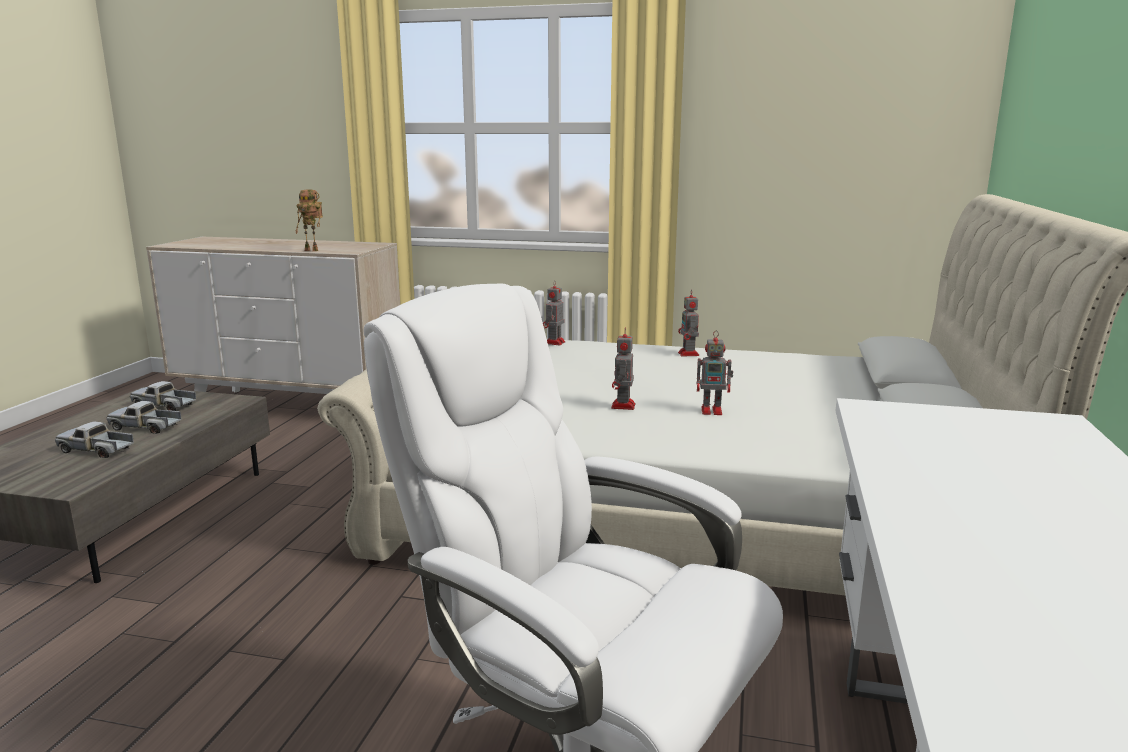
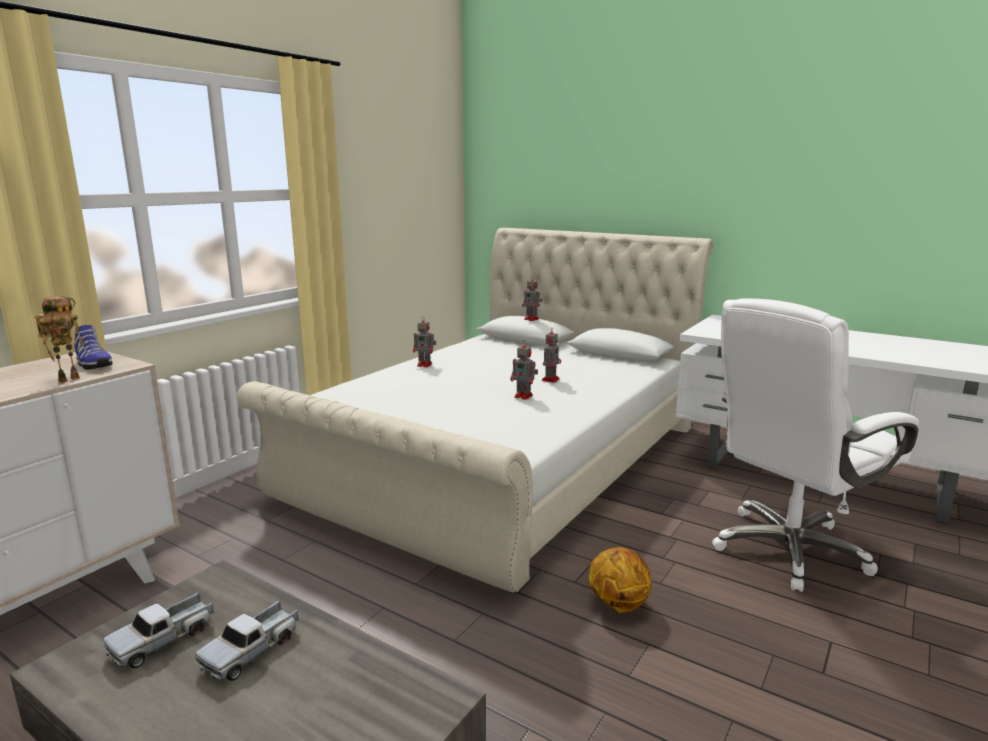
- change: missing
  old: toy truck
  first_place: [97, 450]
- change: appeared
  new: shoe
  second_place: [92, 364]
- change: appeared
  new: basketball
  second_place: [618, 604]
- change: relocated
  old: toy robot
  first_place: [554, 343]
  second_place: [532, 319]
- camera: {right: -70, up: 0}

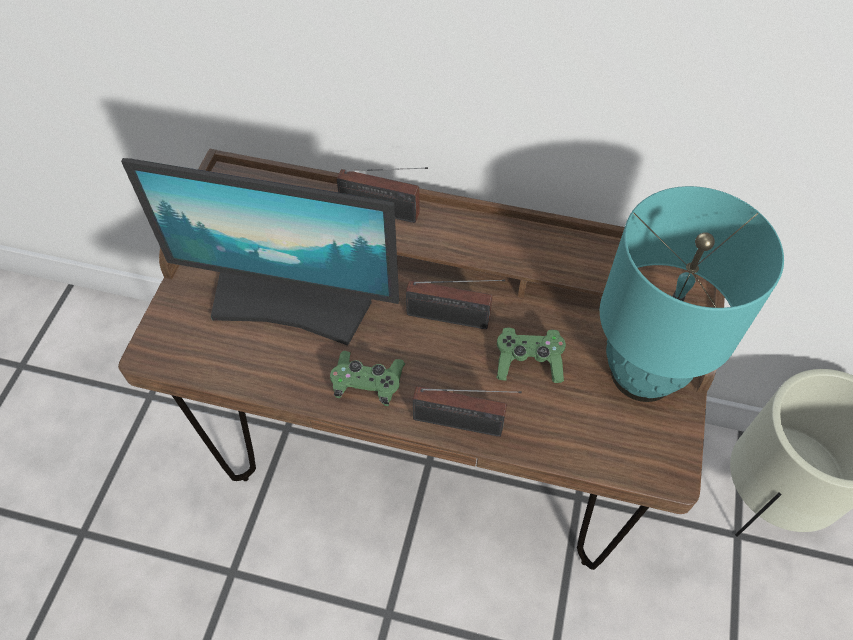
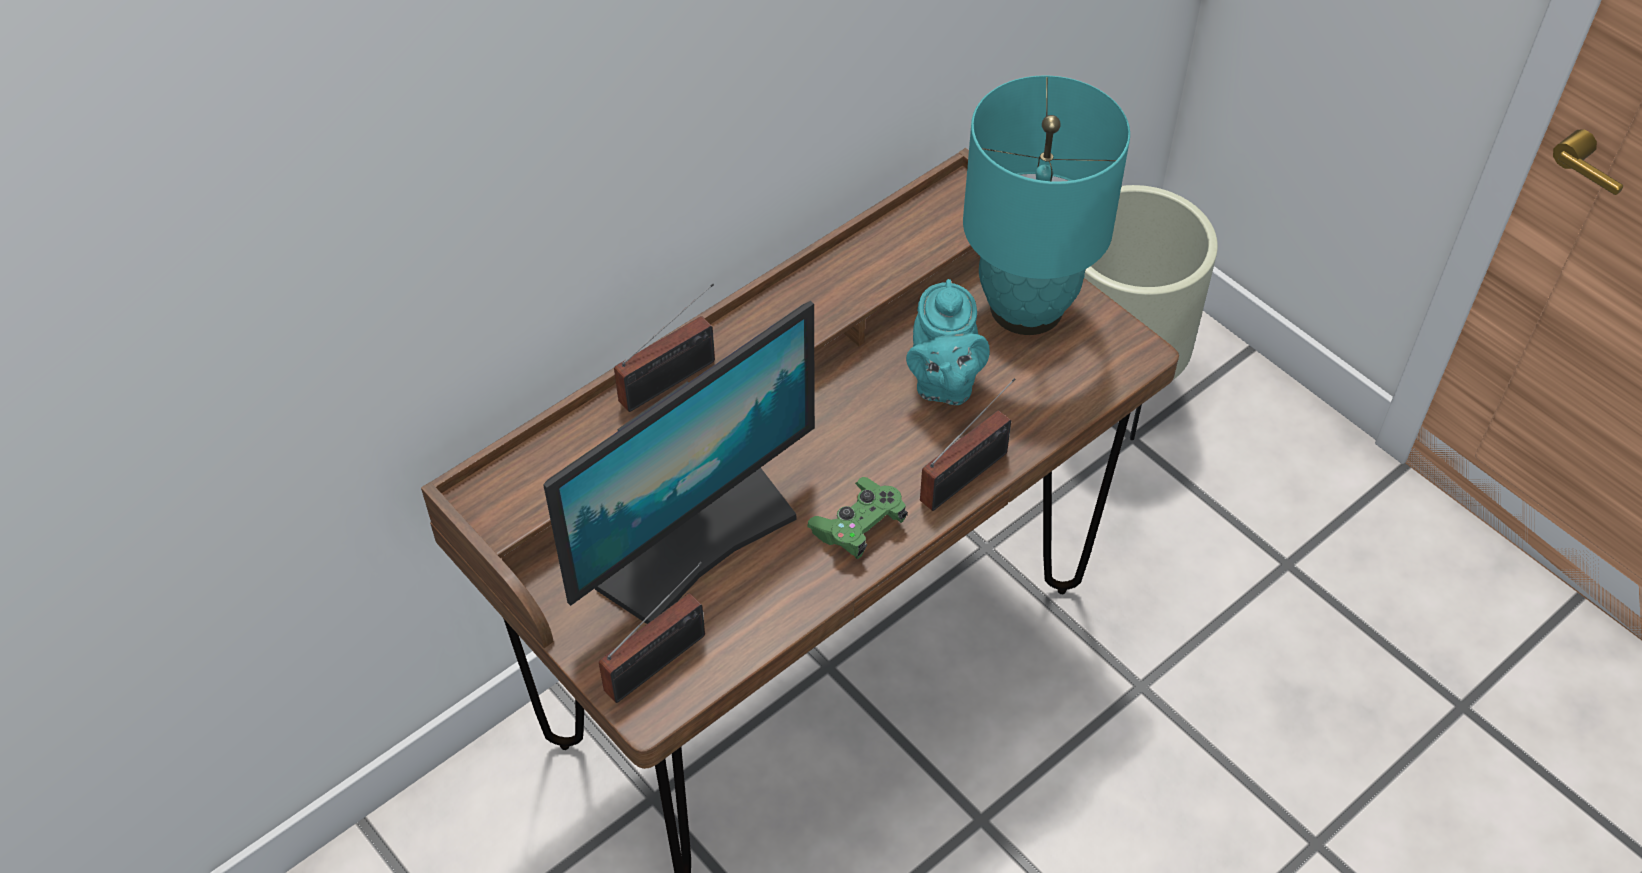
- change: relocated
  old: radio
  first_place: [452, 318]
  second_place: [661, 660]
- change: exchanged
  old: green game controller
  new: turquoise teapot
  first_place: [528, 362]
  second_place: [943, 383]
- camera: {right: -55, up: -5}

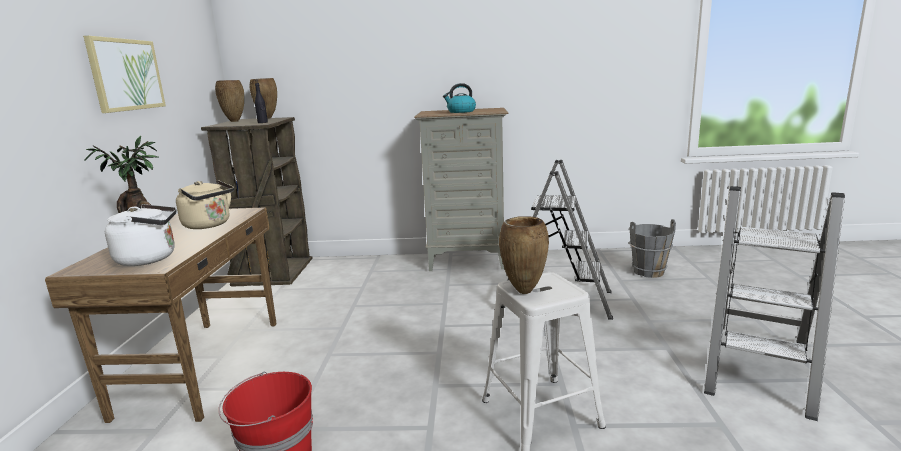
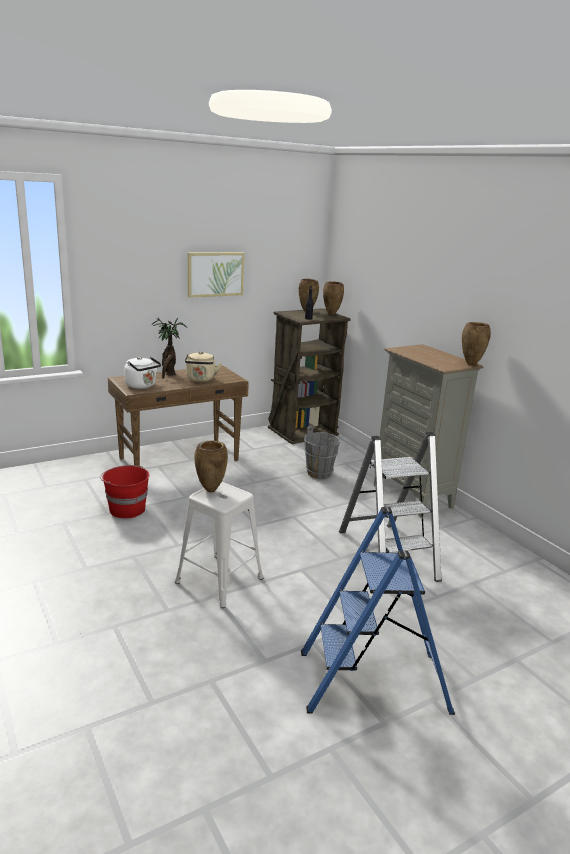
- change: missing
  old: kettle
  first_place: [461, 112]
- change: appeared
  new: brown vase
  second_place: [470, 364]
- change: relocated
  old: grey bucket
  first_place: [648, 272]
  second_place: [319, 473]
- change: colour
  old: grey step ladder
  new: blue step ladder
  first_place: [759, 364]
  second_place: [375, 680]
- camera: {right: 55, up: 5}

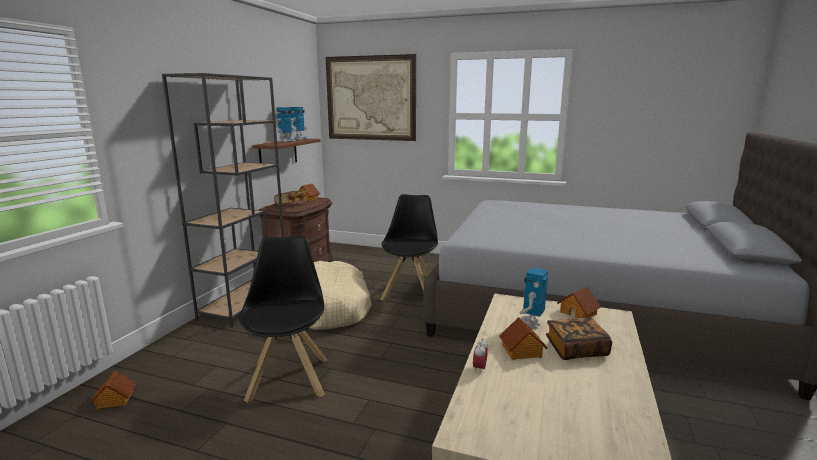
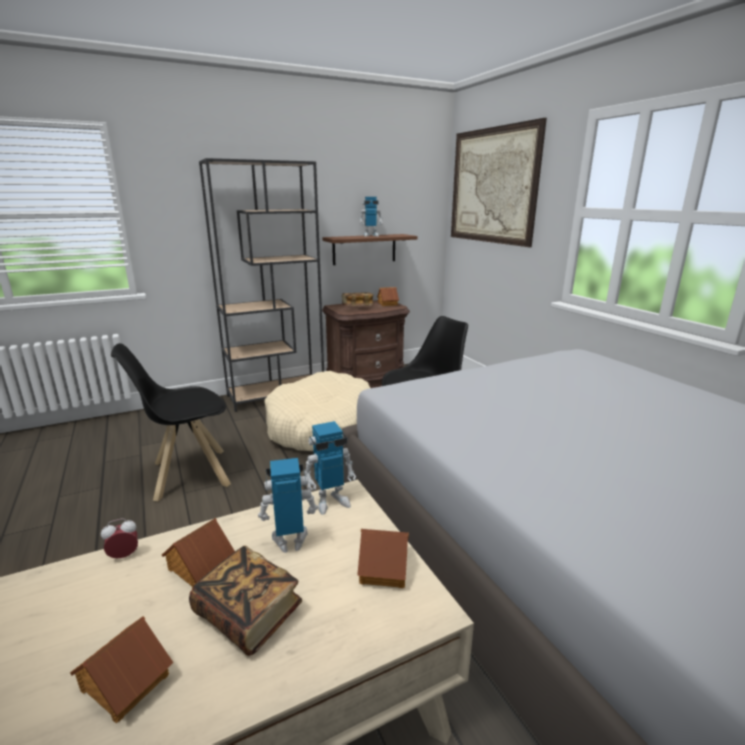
- change: relocated
  old: toy house
  first_place: [114, 400]
  second_place: [124, 683]
- change: relocated
  old: toy robot
  first_place: [300, 139]
  second_place: [331, 501]
- change: spun
  old: black chair
  first_place: [289, 377]
  second_place: [188, 474]
  degrees: -150
- camera: {right: 45, up: 5}

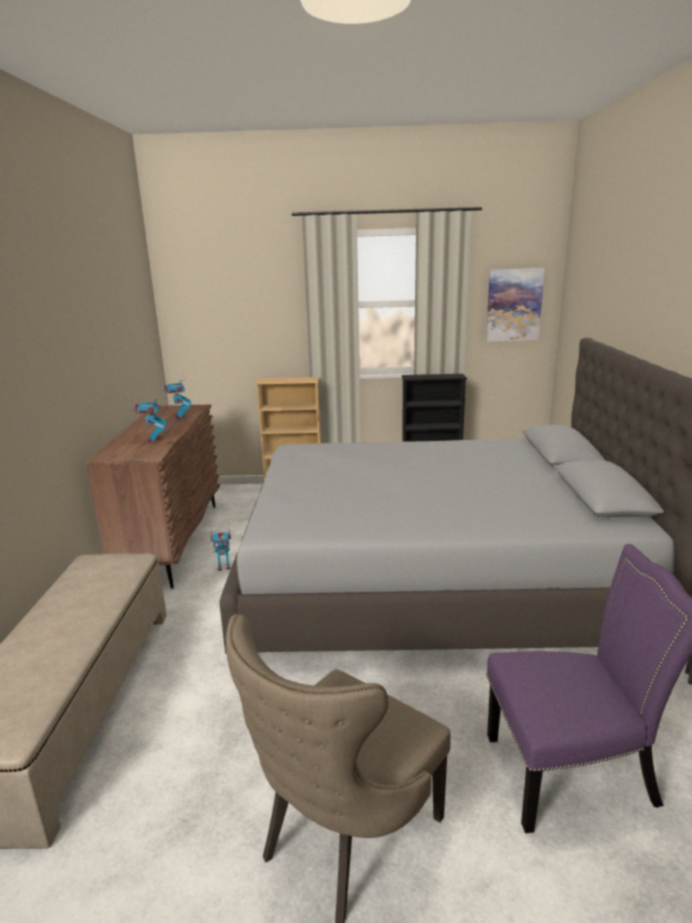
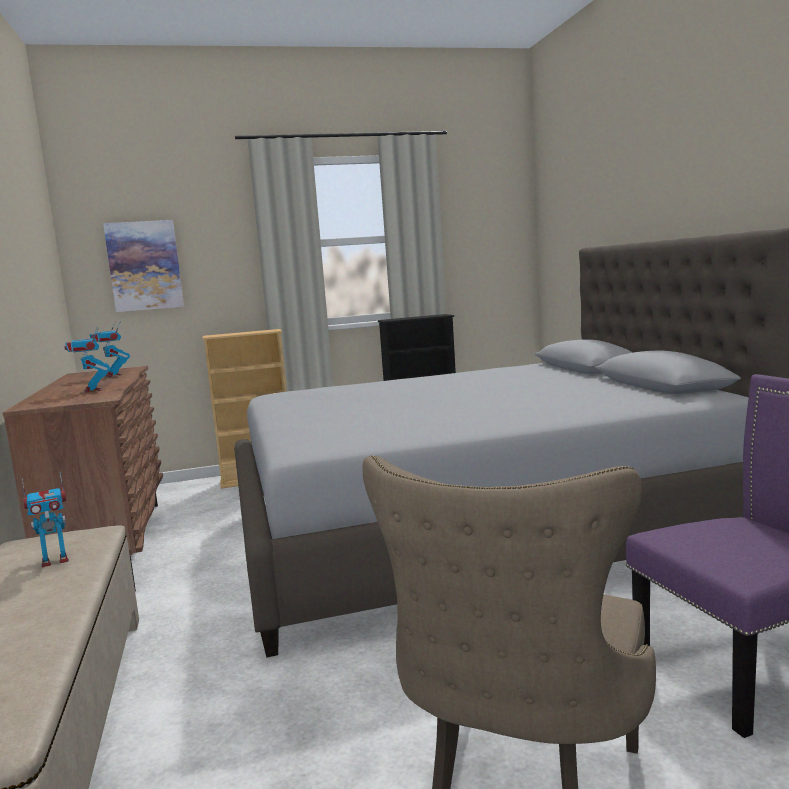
- change: relocated
  old: toy robot
  first_place: [224, 567]
  second_place: [55, 560]
- change: relocated
  old: picture
  first_place: [514, 305]
  second_place: [144, 266]
- camera: {right: -15, up: -10}

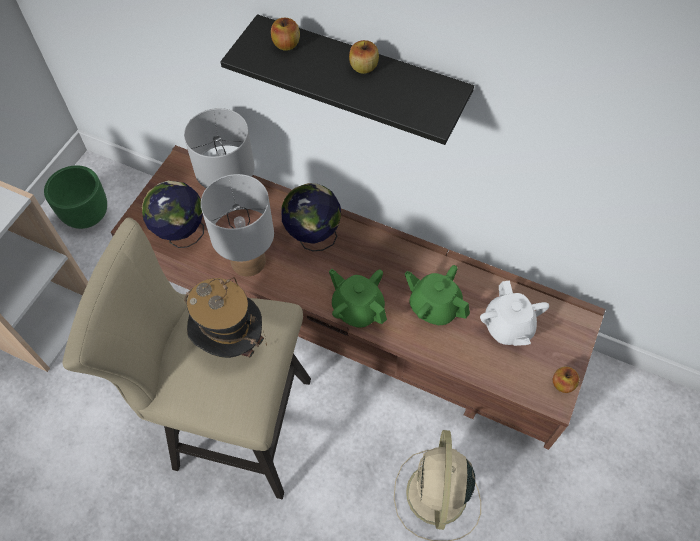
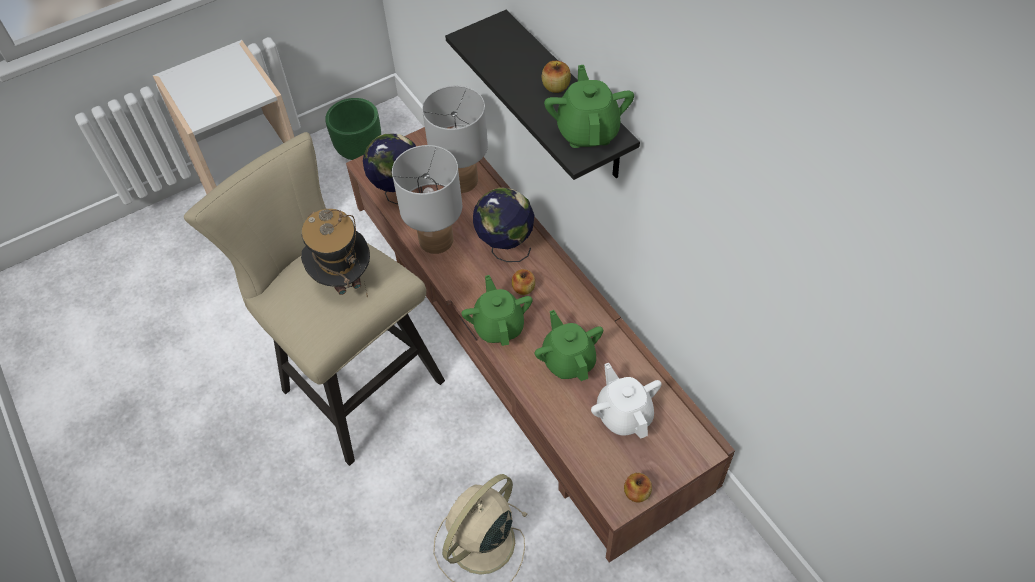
- change: appeared
  new: green teapot
  second_place: [588, 131]
- change: relocated
  old: apple
  first_place: [286, 44]
  second_place: [523, 288]
- change: spun
  old: white teapot
  first_place: [507, 327]
  second_place: [624, 414]
  degrees: 135
- camera: {right: 35, up: -5}

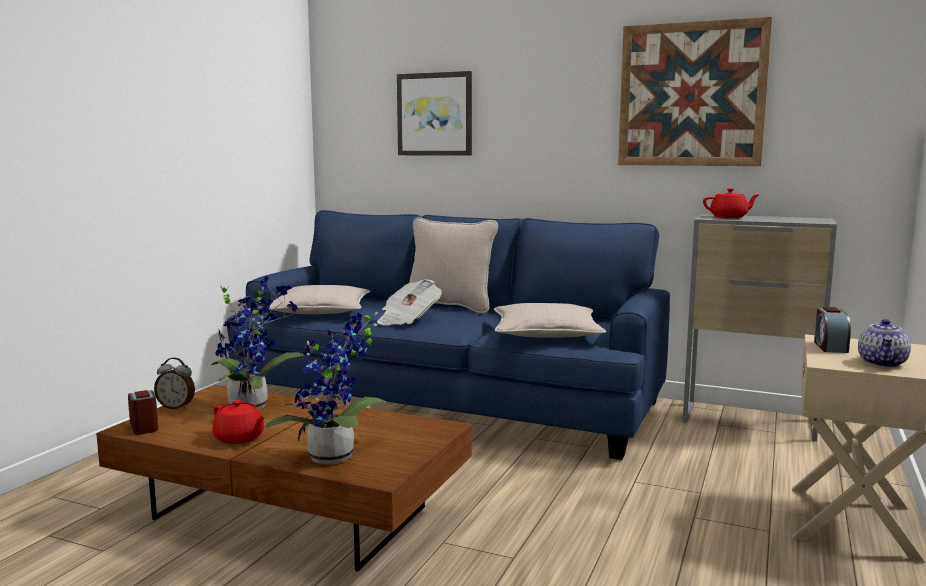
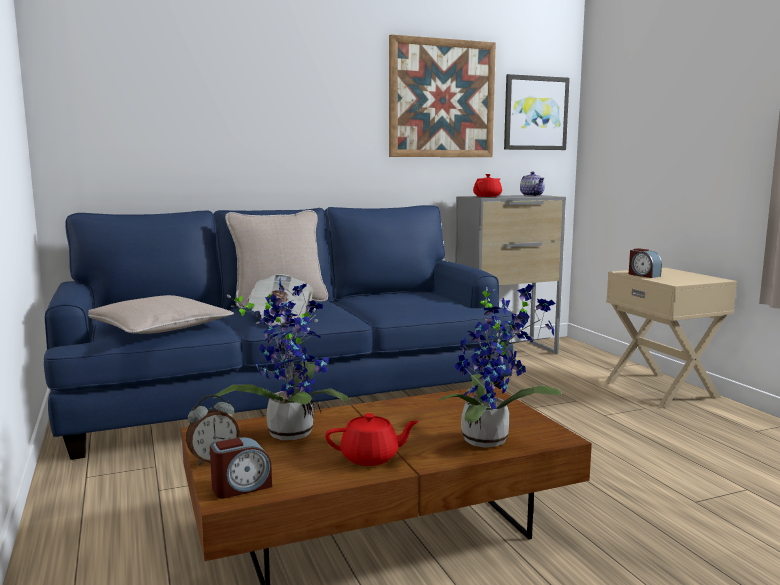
- change: missing
  old: beige pillow
  first_place: [546, 332]
- change: relocated
  old: picture
  first_place: [435, 114]
  second_place: [535, 113]
- change: relocated
  old: teapot
  first_place: [883, 363]
  second_place: [532, 195]
- change: spun
  old: alarm clock
  first_place: [144, 426]
  second_place: [241, 487]
  degrees: 135
- camera: {right: -45, up: 0}

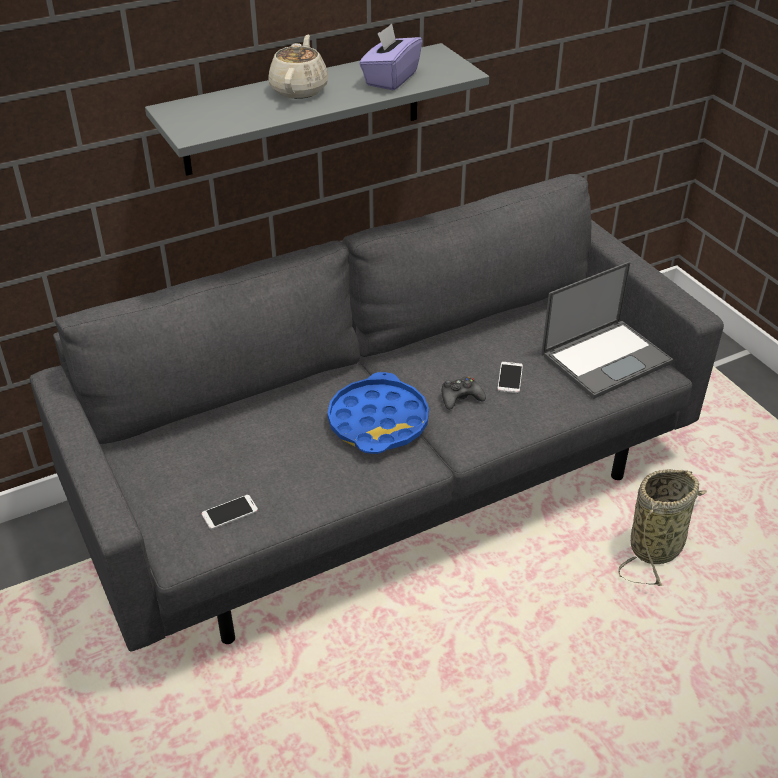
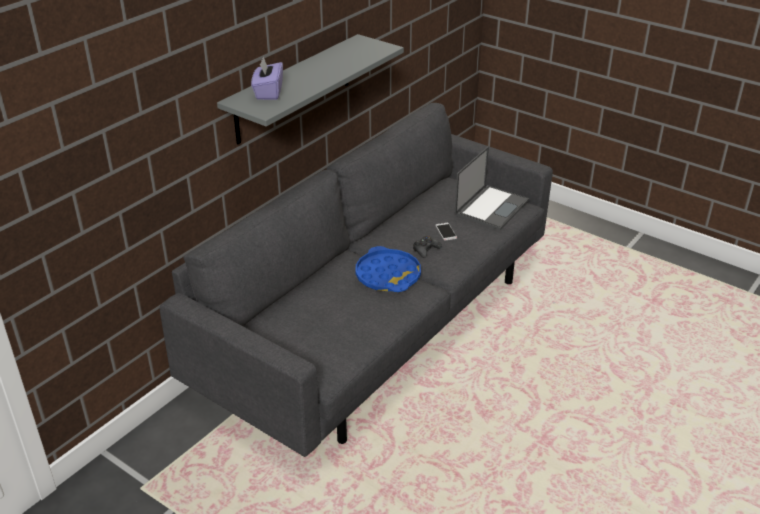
- change: missing
  old: phone
  first_place: [229, 512]
- change: missing
  old: beige teapot
  first_place: [299, 89]
- change: missing
  old: basket
  first_place: [657, 545]
- change: relocated
  old: purple tissue box
  first_place: [390, 79]
  second_place: [268, 92]
- camera: {right: -25, up: -5}

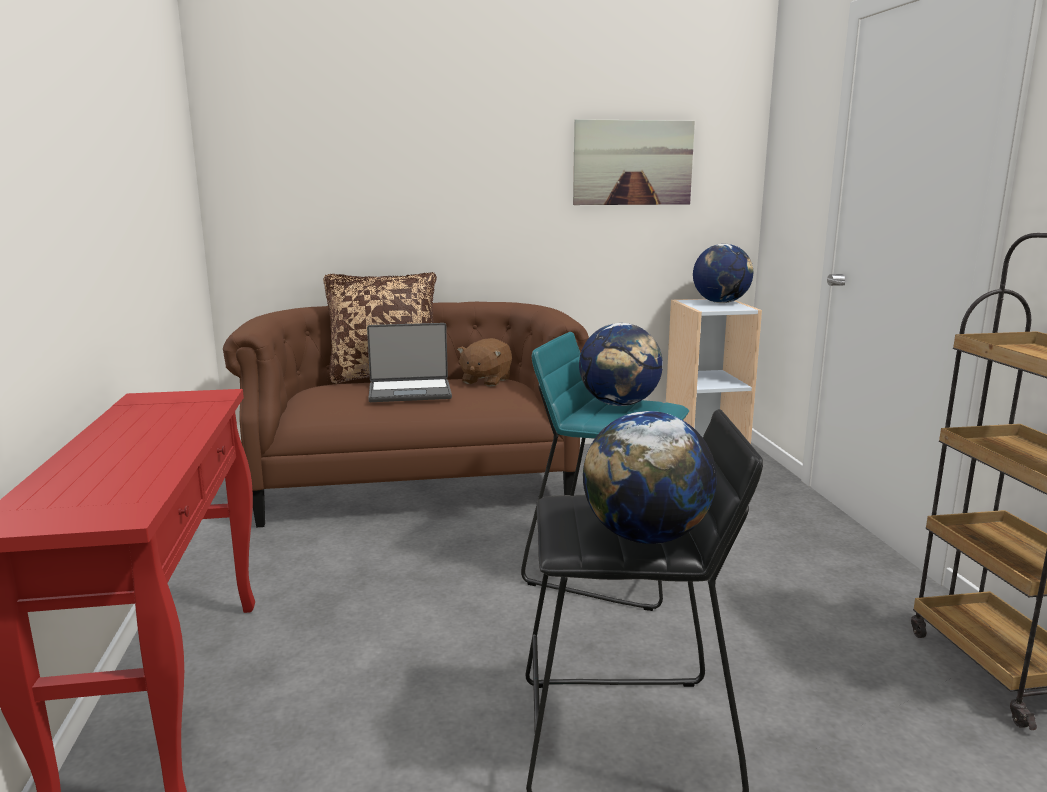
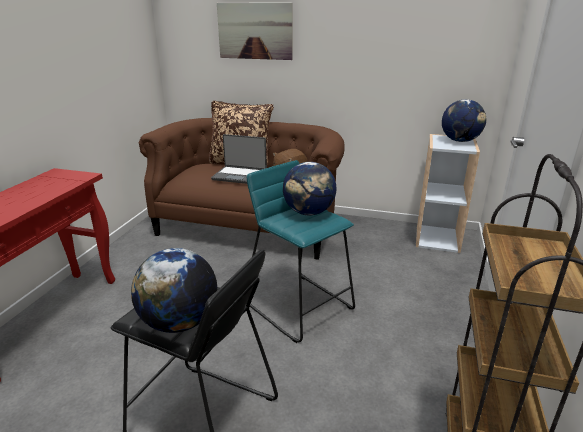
- change: relocated
  old: picture
  first_place: [633, 163]
  second_place: [255, 31]
- camera: {right: 25, up: 10}

